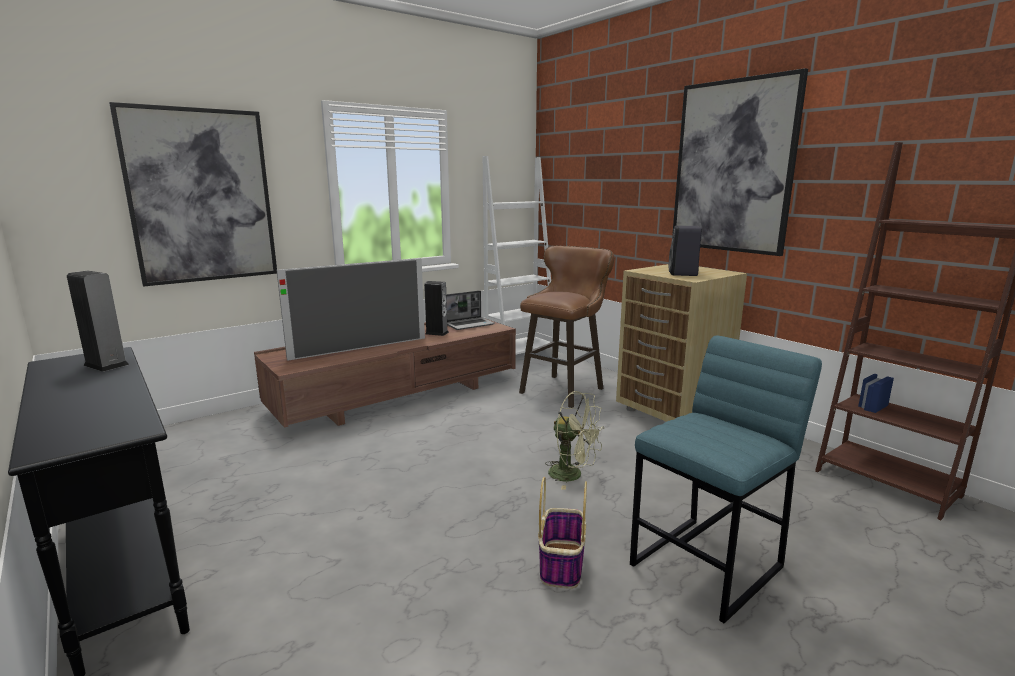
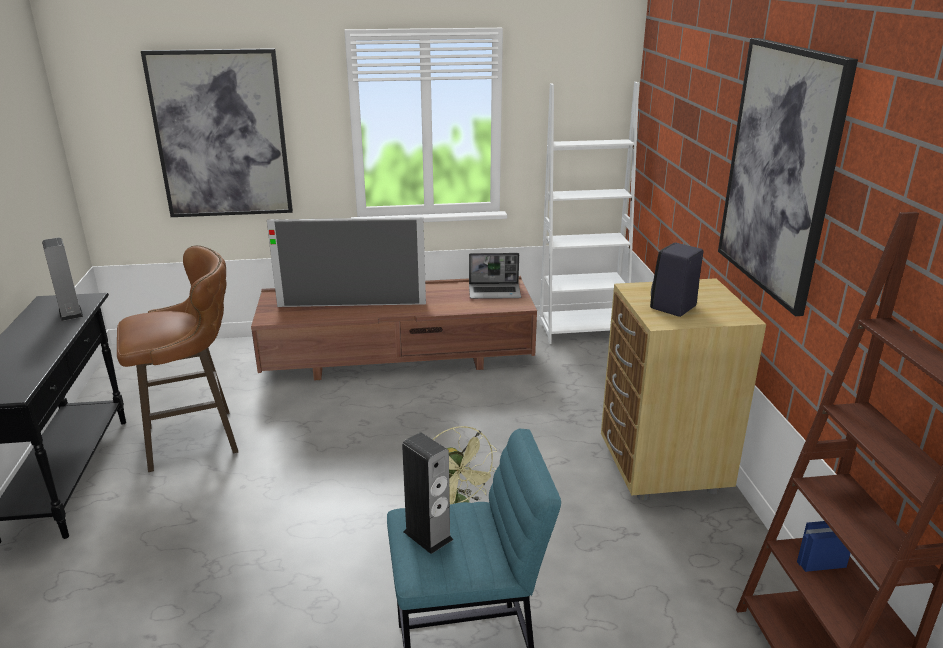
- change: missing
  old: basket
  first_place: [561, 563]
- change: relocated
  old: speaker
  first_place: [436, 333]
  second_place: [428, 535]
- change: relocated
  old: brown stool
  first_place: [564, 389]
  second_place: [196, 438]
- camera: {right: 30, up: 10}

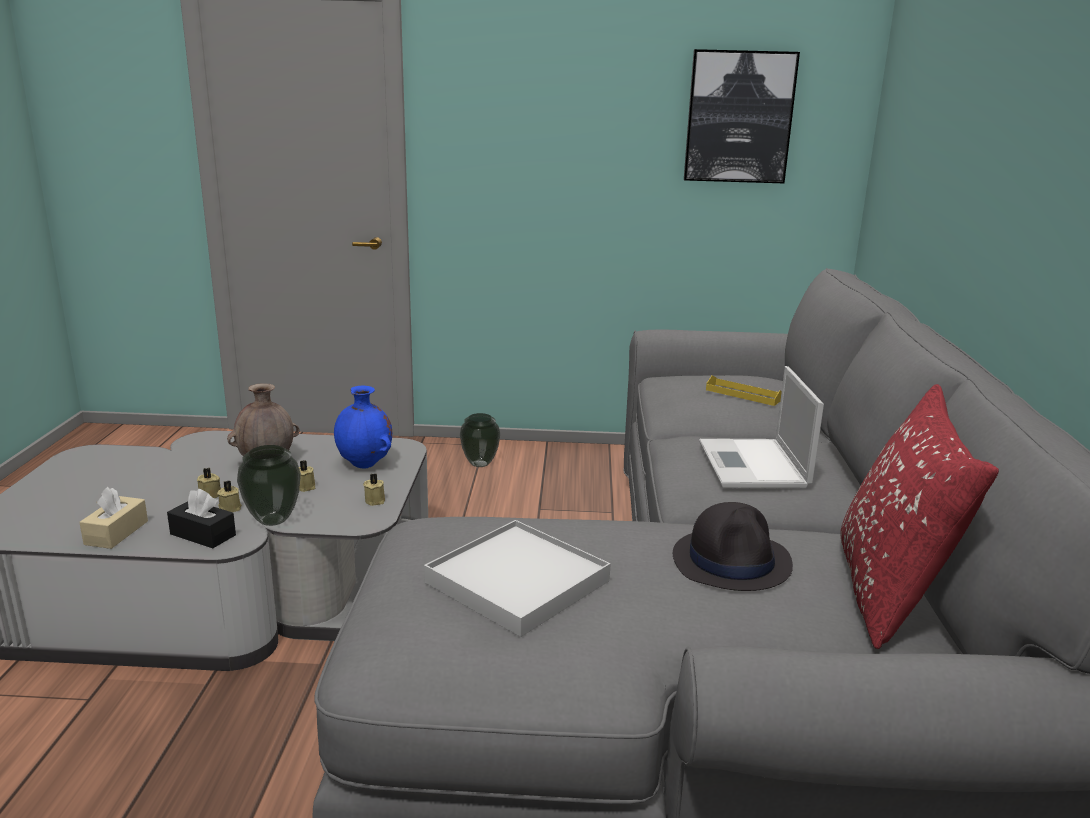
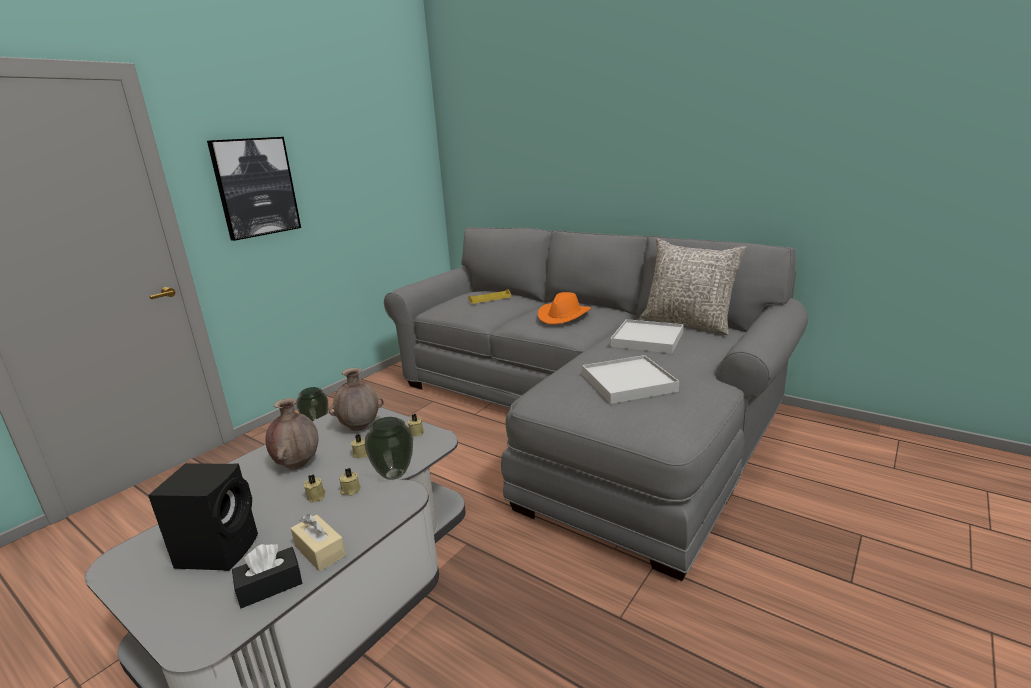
- change: appeared
  new: black speaker
  second_place: [220, 549]
- change: relocated
  old: black tissue box
  first_place: [203, 534]
  second_place: [270, 586]
- change: relocated
  old: picture
  first_place: [739, 117]
  second_place: [255, 187]
- change: exchanged
  old: black hat
  new: white tray
  first_place: [732, 561]
  second_place: [647, 339]
- change: exchanged
  old: laptop
  new: orange hat
  first_place: [753, 465]
  second_place: [564, 316]
- change: colour
  old: blue vase
  new: brown vase
  first_place: [365, 465]
  second_place: [360, 427]
- change: colour
  old: red pillow
  new: grey pillow
  first_place: [890, 591]
  second_place: [688, 323]
- camera: {right: -55, up: 0}

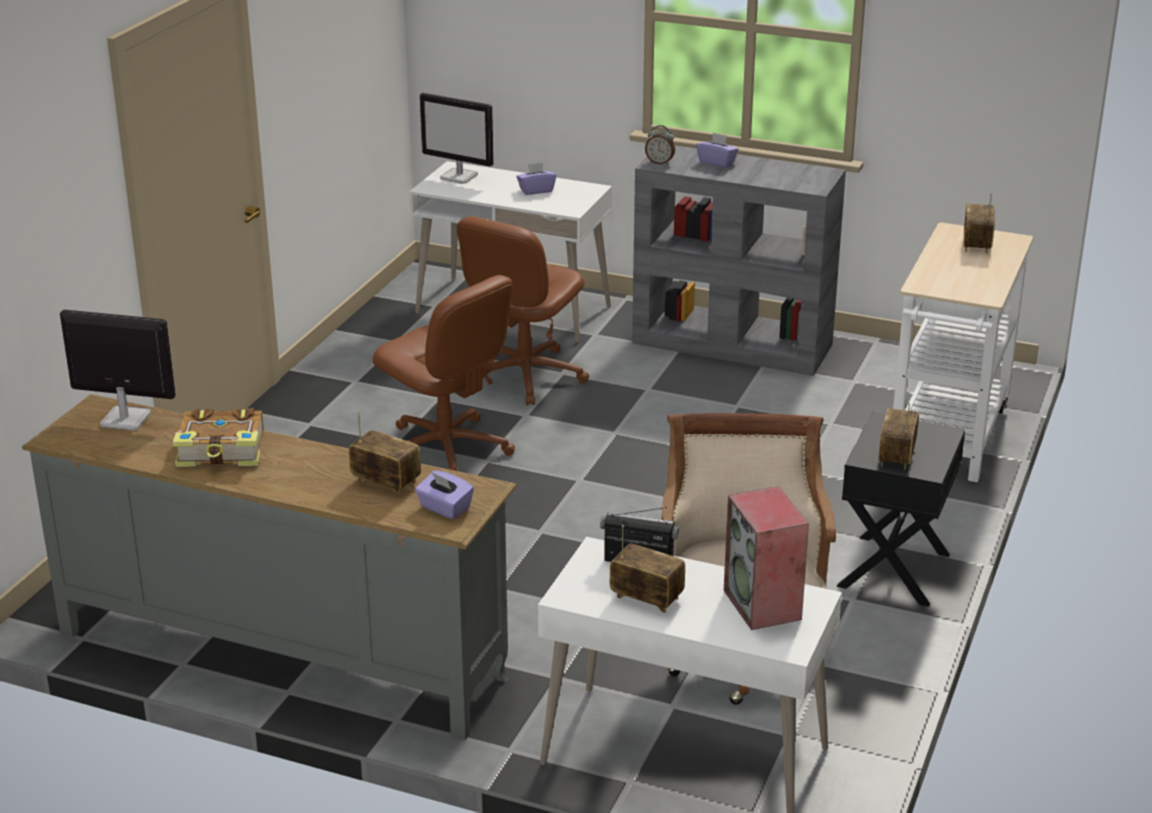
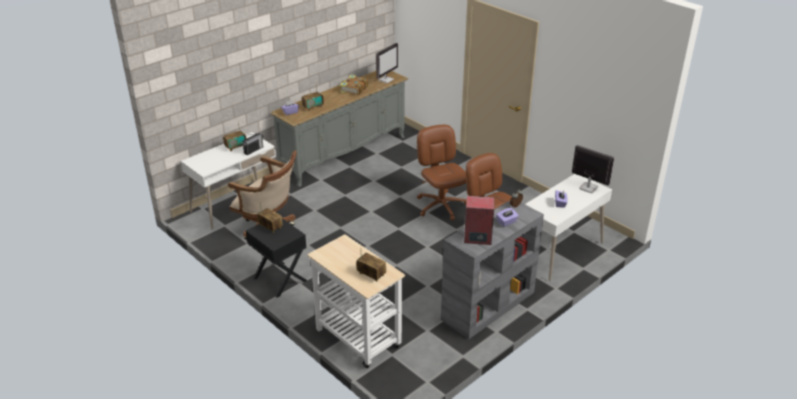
- change: relocated
  old: speaker
  first_place: [763, 605]
  second_place: [477, 238]
- change: spun
  old: brown office chair
  first_place: [445, 450]
  second_place: [441, 205]
  degrees: 90
- change: spun
  old: monitor
  first_place: [459, 177]
  second_place: [588, 188]
  degrees: 75
- camera: {right: 115, up: 5}

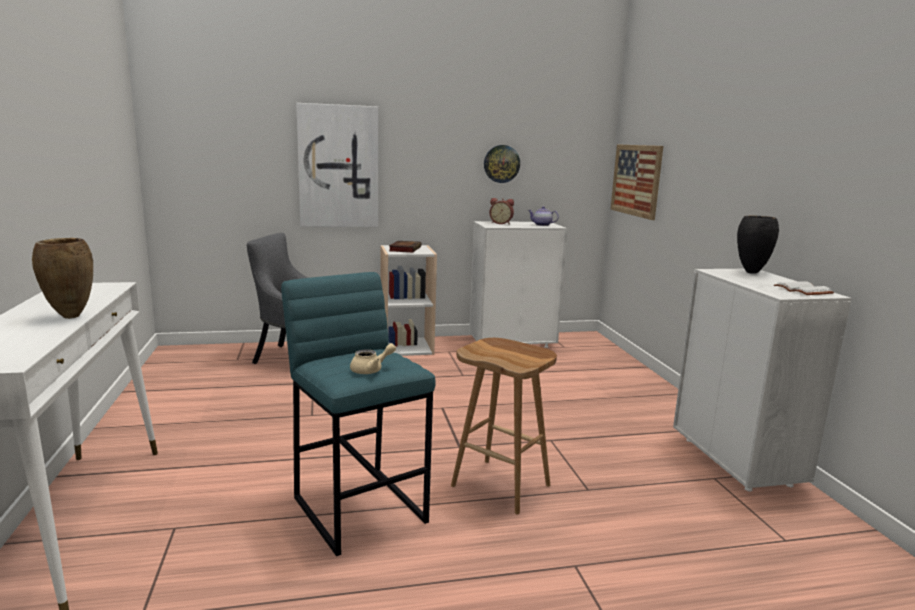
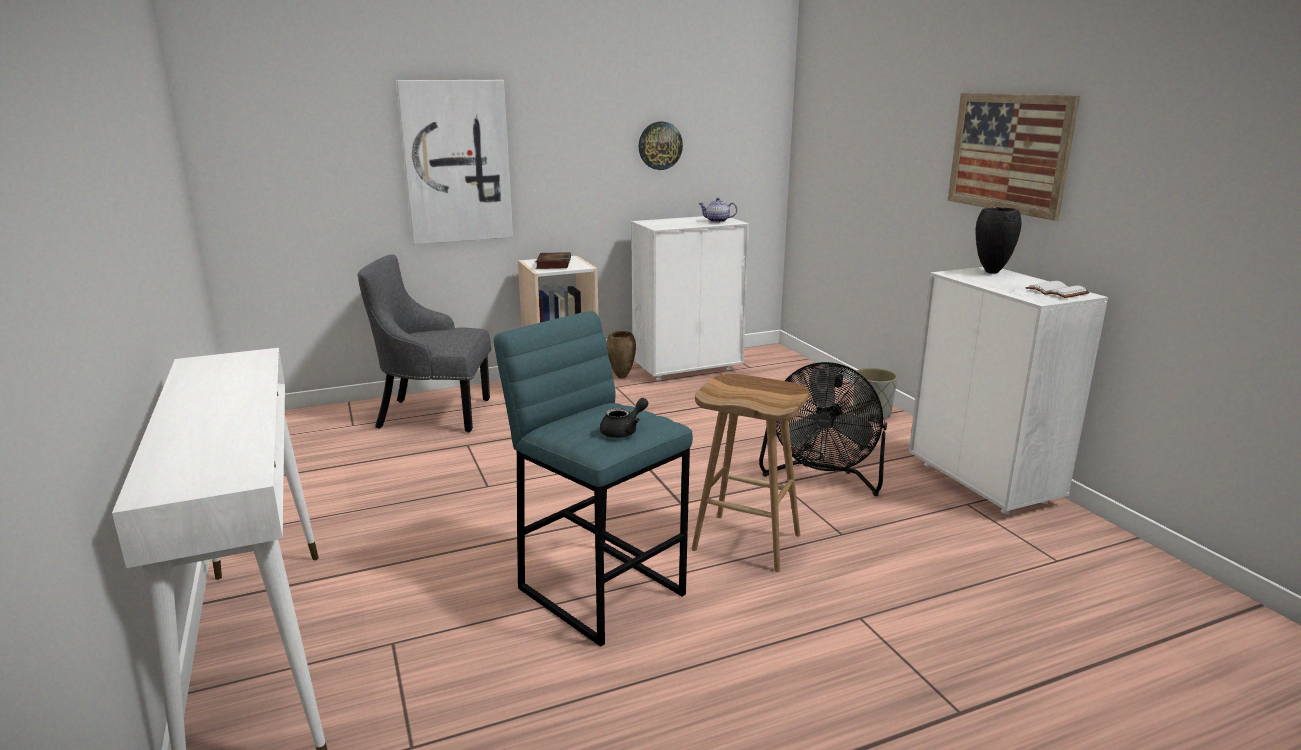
- change: missing
  old: alarm clock
  first_place: [501, 223]
- change: appeared
  new: black fan
  second_place: [819, 474]
- change: appeared
  new: grey planter
  second_place: [871, 414]
- change: relocated
  old: brown vase
  first_place: [69, 317]
  second_place: [621, 377]
- change: relocated
  old: picture
  first_place: [636, 180]
  second_place: [1009, 153]
- change: colour
  old: beige teapot
  new: black teapot
  first_place: [371, 370]
  second_place: [624, 431]
- camera: {right: -10, up: 5}

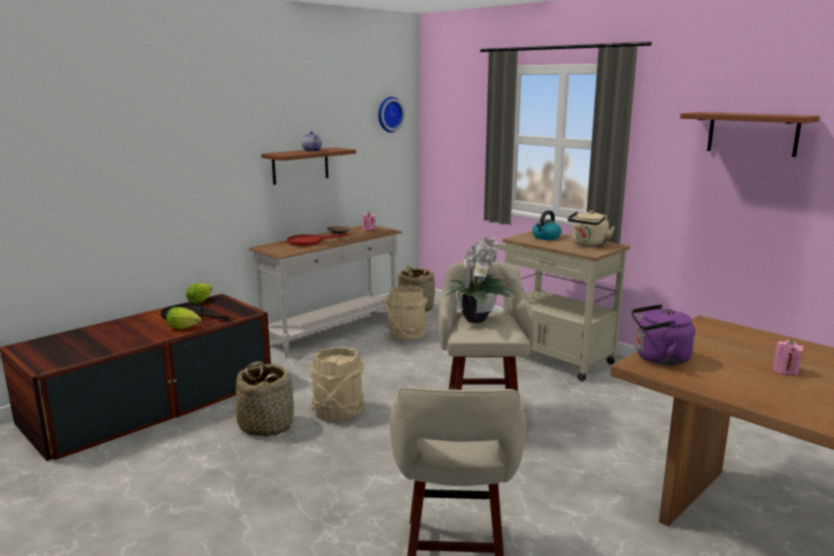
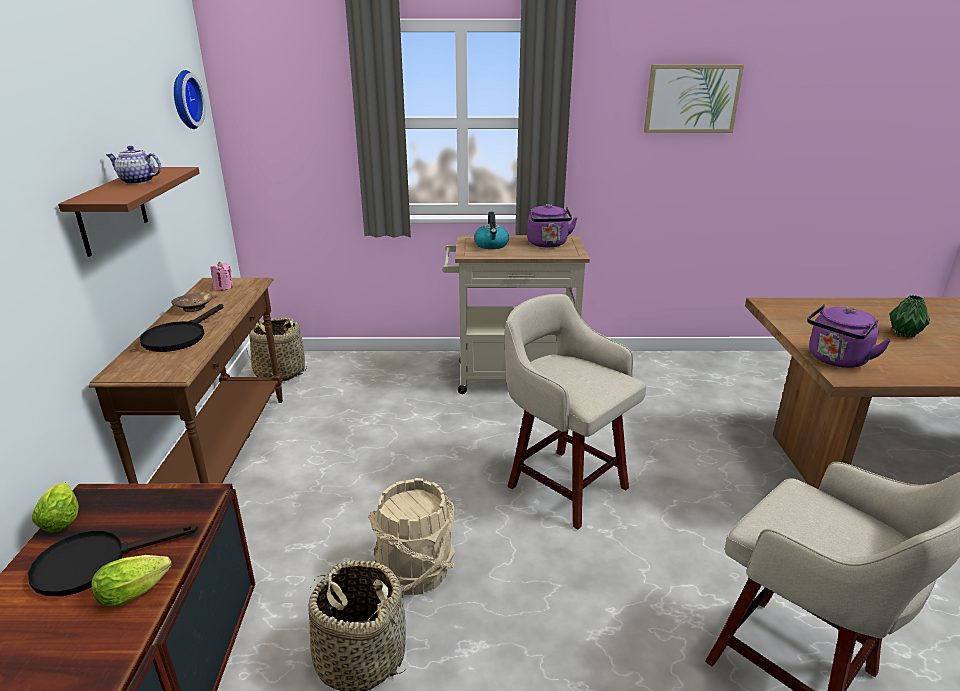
- change: missing
  old: beige bucket
  first_place: [406, 335]
- change: missing
  old: potted plant
  first_place: [477, 319]
- change: exchanged
  old: brown shelf
  new: picture
  first_place: [752, 133]
  second_place: [691, 99]
- change: exchanged
  old: pink candle
  new: green vase
  first_place: [785, 371]
  second_place: [904, 334]
- change: colour
  old: white console table
  new: brown console table
  first_place: [333, 333]
  second_place: [225, 455]
- change: colour
  old: red frying pan
  new: black frying pan
  first_place: [310, 242]
  second_place: [179, 336]
- change: colour
  old: beige kettle
  new: purple kettle
  first_place: [588, 245]
  second_place: [548, 244]
- camera: {right: -45, up: 10}

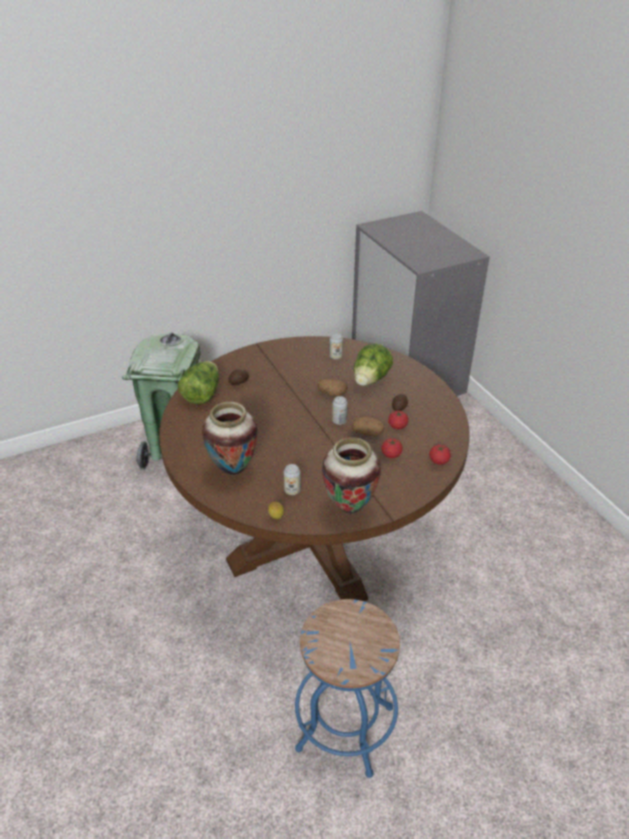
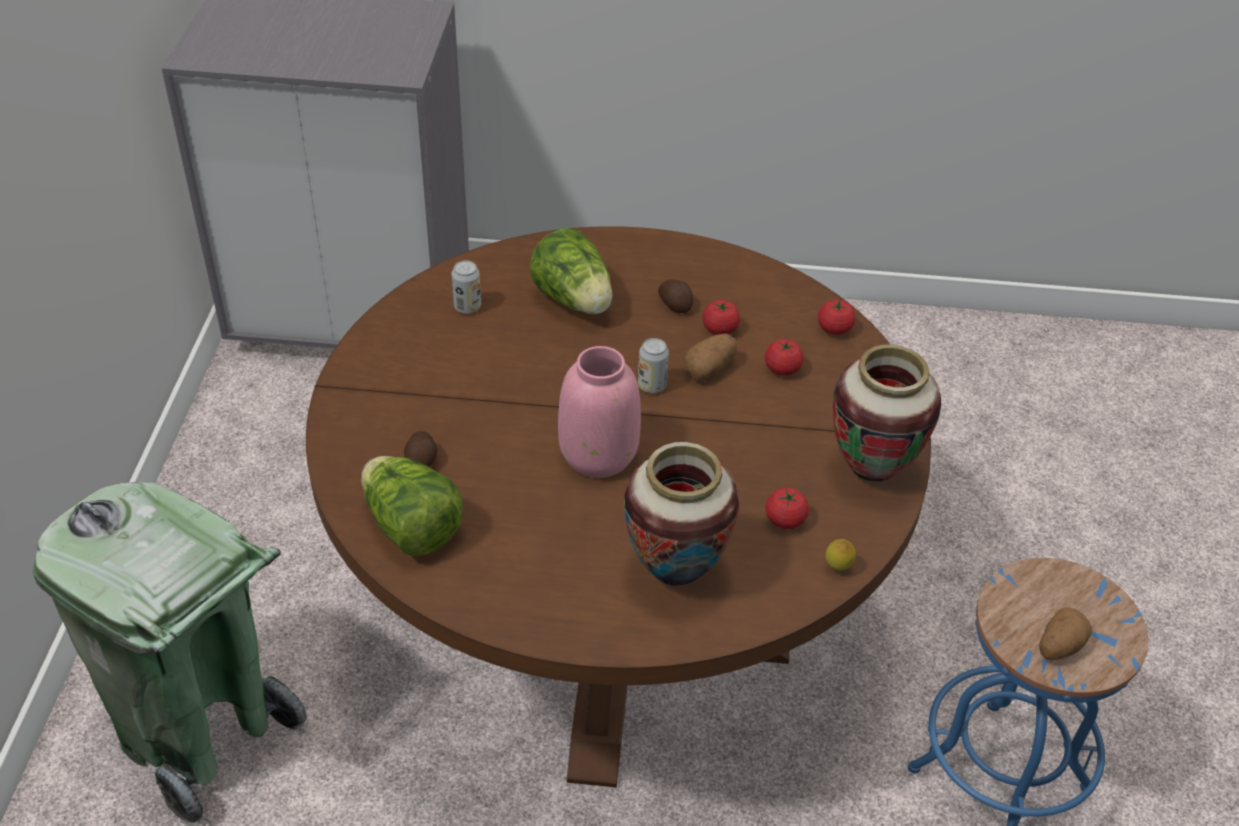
- change: appeared
  new: pink vase
  second_place: [598, 454]
- change: relocated
  old: potato
  first_place: [331, 394]
  second_place: [1058, 646]
- change: exchanged
  old: can
  new: tomato
  first_place: [292, 490]
  second_place: [785, 520]
- camera: {right: -60, up: 5}

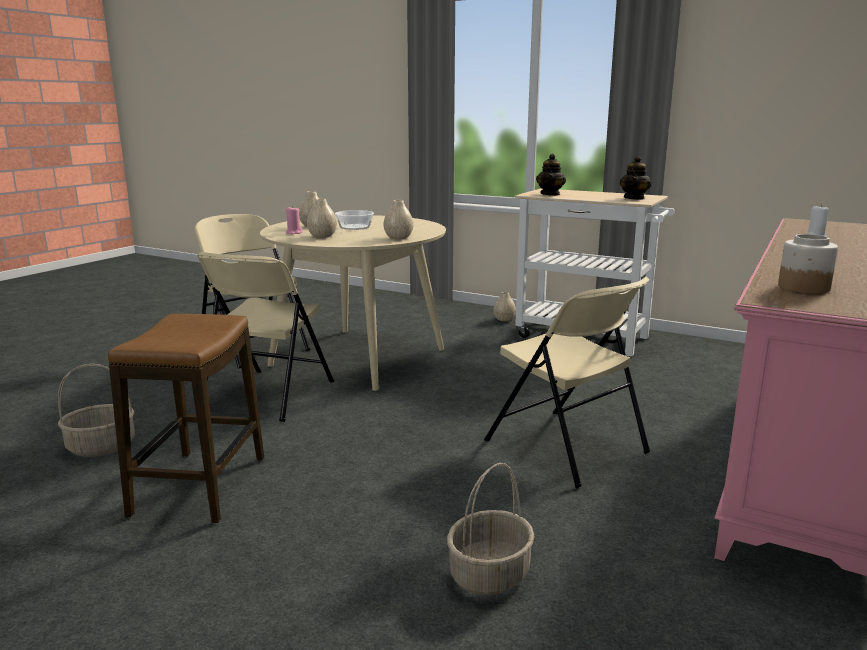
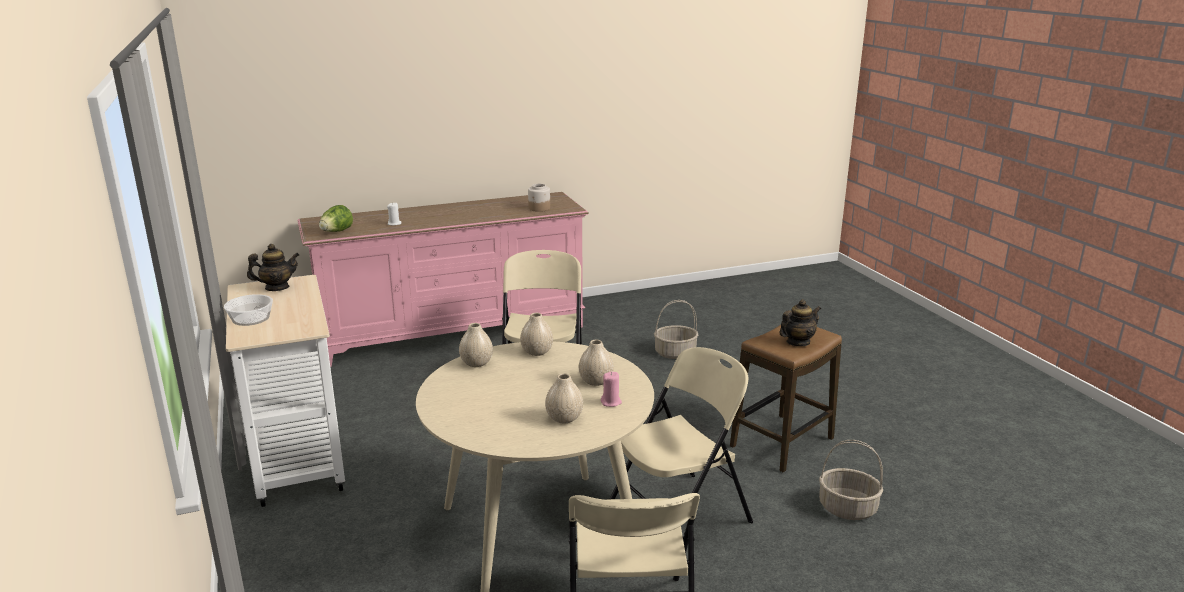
- change: appeared
  new: lettuce
  second_place: [336, 232]
- change: relocated
  old: bowl
  first_place: [354, 227]
  second_place: [250, 318]
- change: relocated
  old: beige vase
  first_place: [504, 319]
  second_place: [476, 363]
- change: relocated
  old: teapot
  first_place: [550, 194]
  second_place: [797, 342]
- camera: {right: -140, up: 5}

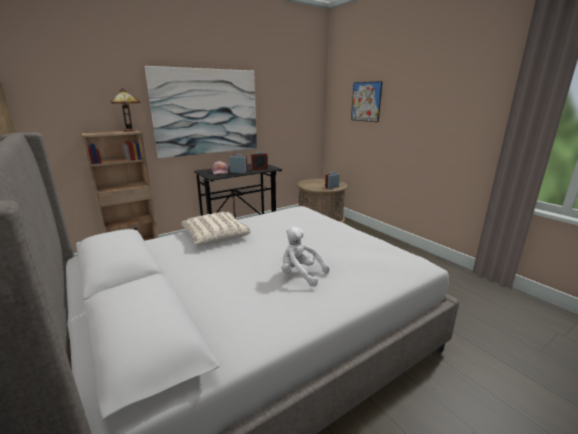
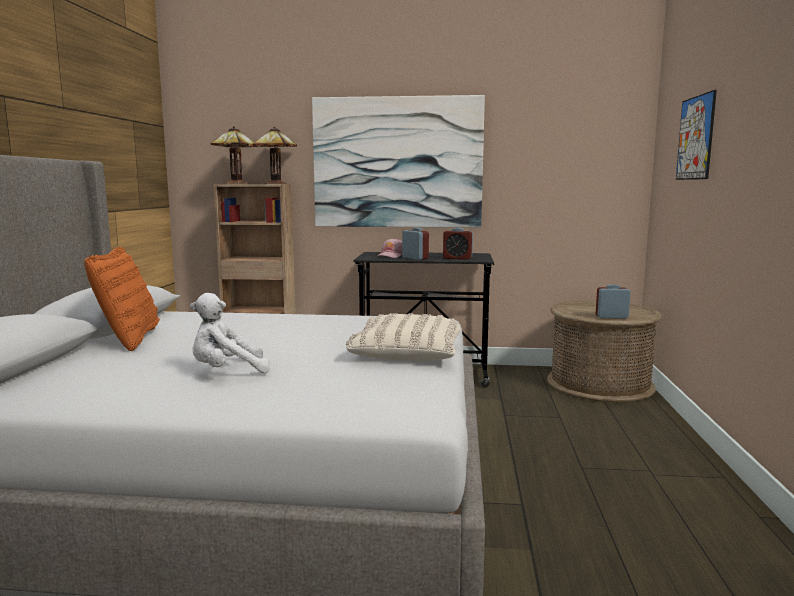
- change: appeared
  new: orange pillow
  second_place: [129, 340]
- change: appeared
  new: table lamp
  second_place: [235, 183]
- change: relocated
  old: beige pillow
  first_place: [215, 235]
  second_place: [407, 351]
- change: spun
  old: white plush toy
  first_place: [300, 275]
  second_place: [227, 372]
  degrees: -90
- camera: {right: 40, up: -10}

